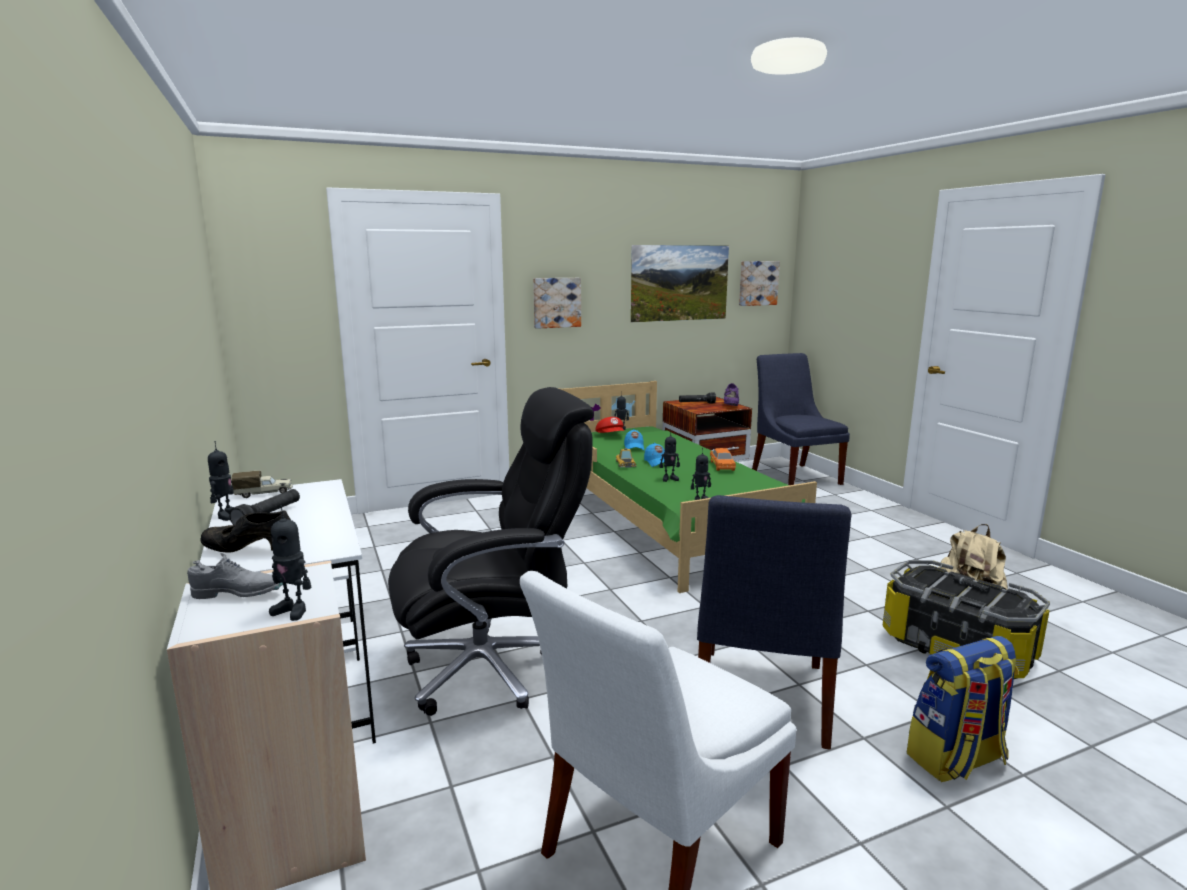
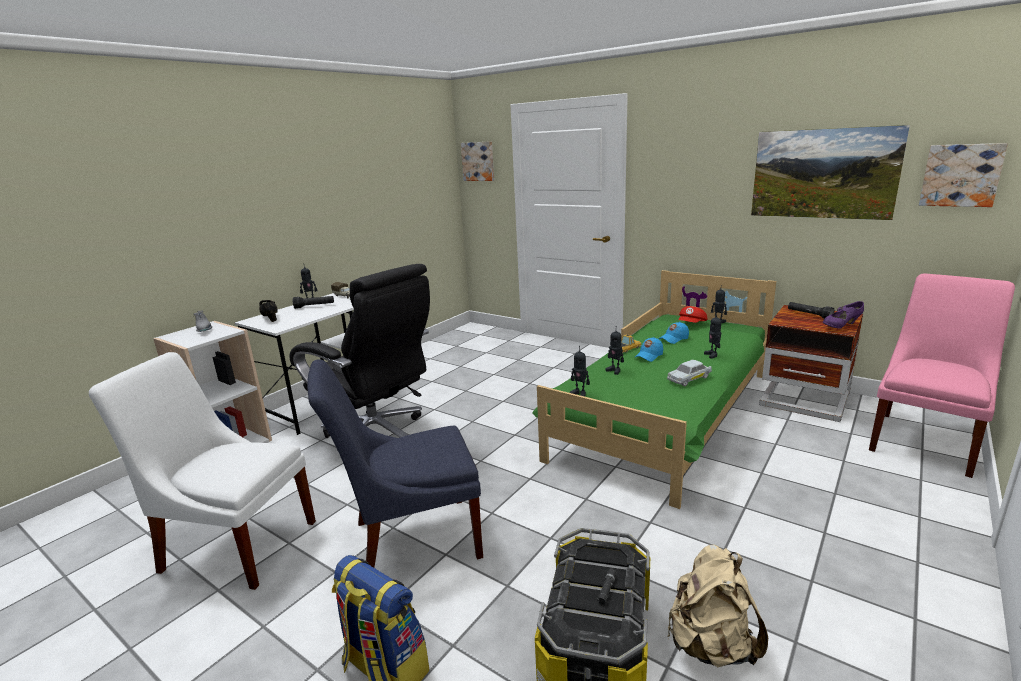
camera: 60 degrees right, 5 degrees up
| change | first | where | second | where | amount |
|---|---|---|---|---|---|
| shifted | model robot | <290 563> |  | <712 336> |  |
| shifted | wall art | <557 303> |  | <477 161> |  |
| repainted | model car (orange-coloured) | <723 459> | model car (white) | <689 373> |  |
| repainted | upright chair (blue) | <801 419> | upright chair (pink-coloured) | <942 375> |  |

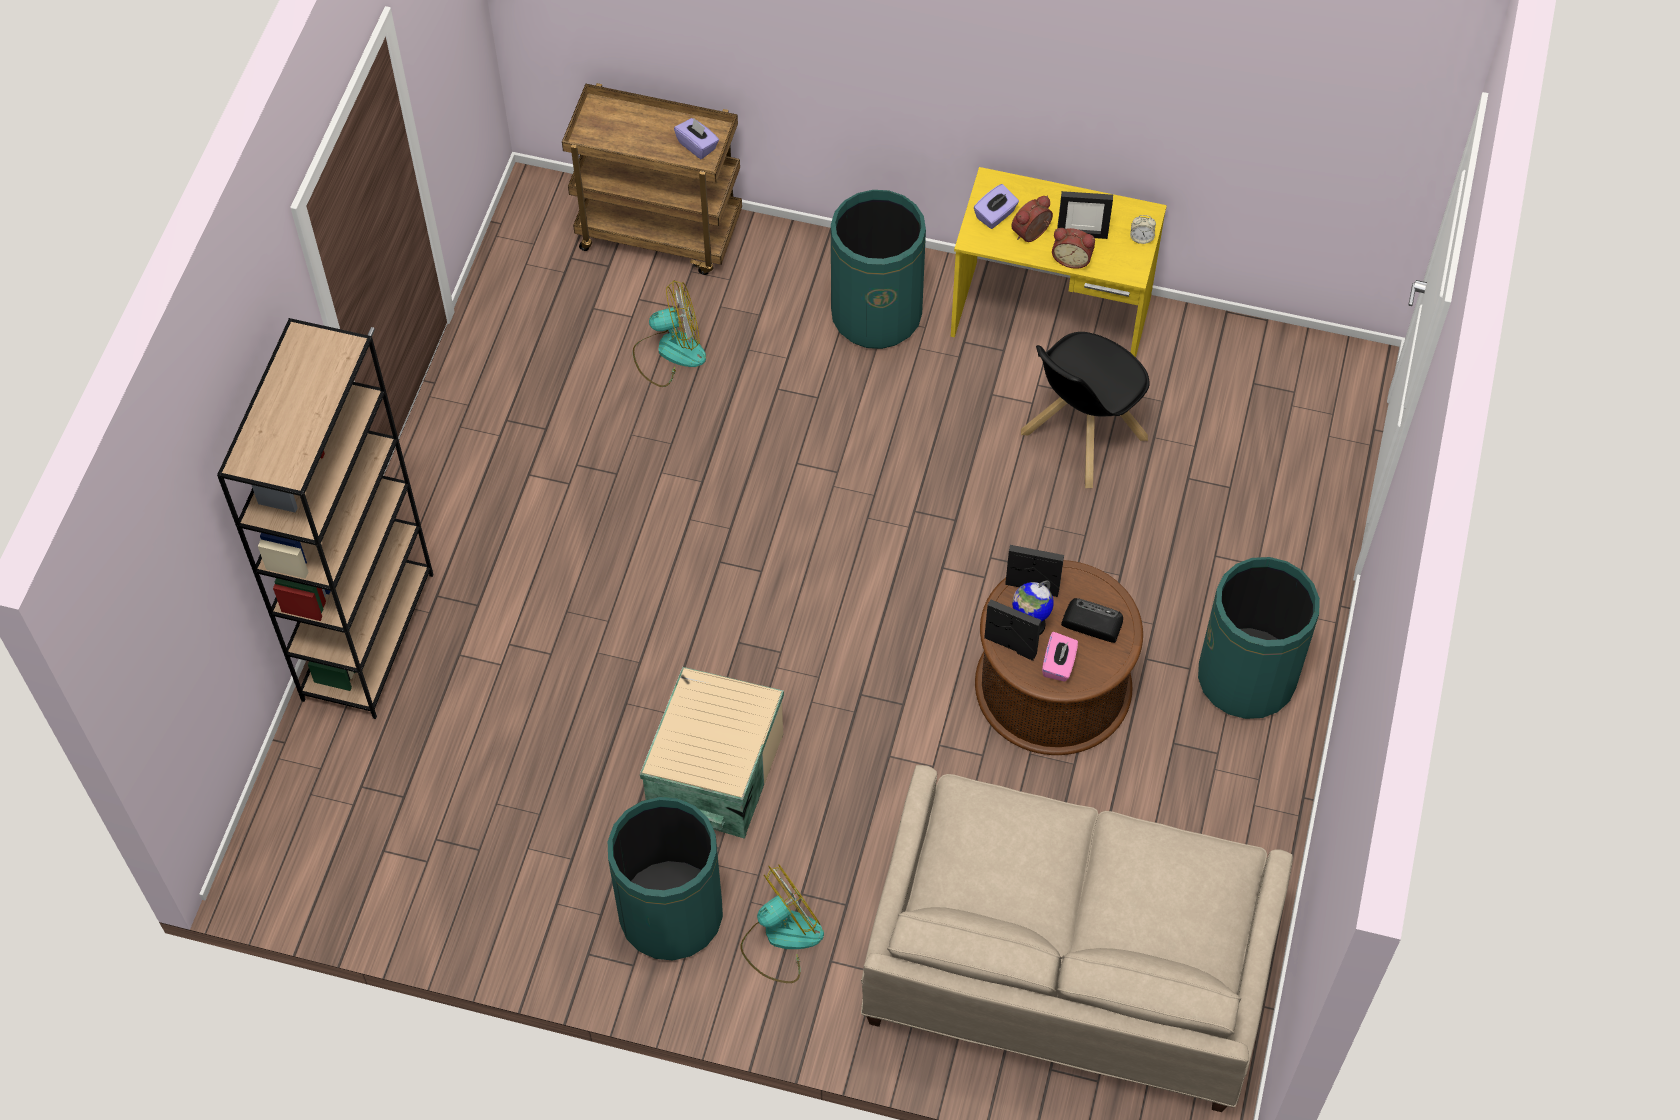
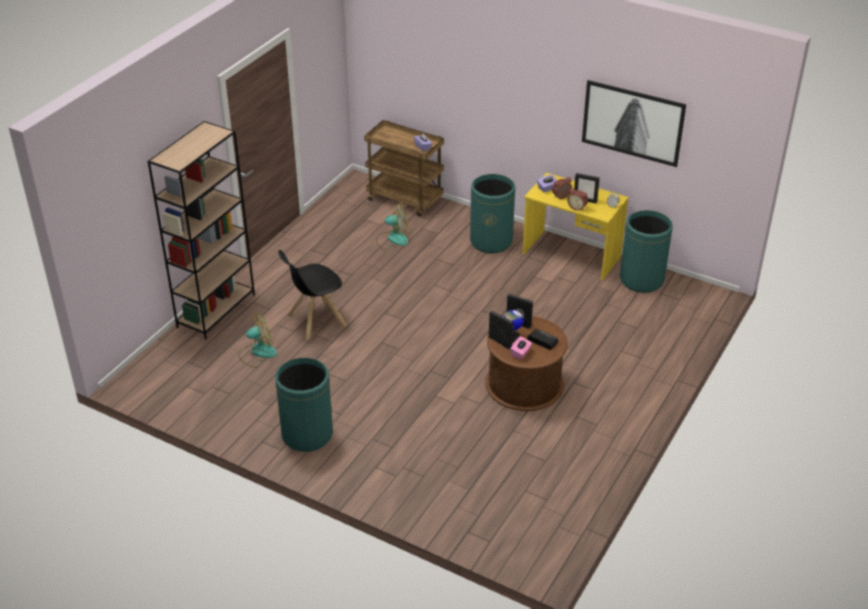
camera: 15 degrees right, 20 degrees down
| change | first | where | second | where | amount |
|---|---|---|---|---|---|
| gone | storage box (beige) | <712 753> |  |  |  |
| shifted | electric fan | <782 923> |  | <257 340> |  |
| gone | couch (beige) | <1077 938> |  |  |  |
| shifted | upright chair (blackish) | <1085 410> |  | <312 295> |  |
| shifted | rubbish bin (green) | <1259 638> |  | <646 251> |  |
| new |  |  | wall art | <634 123> |  |

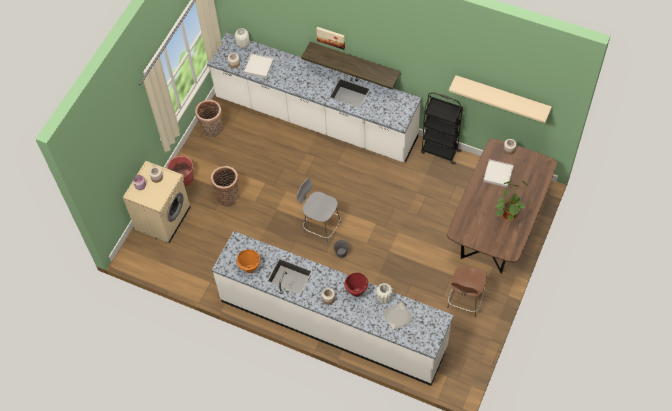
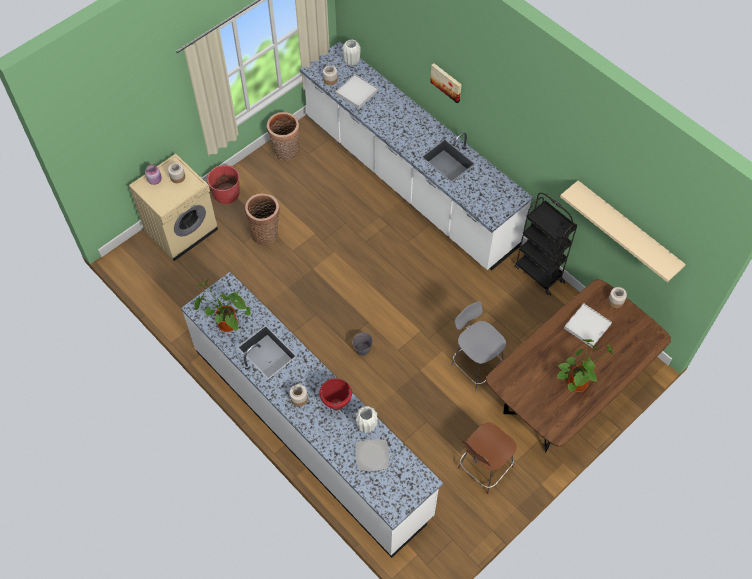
camera: 20 degrees right, 0 degrees up
| change | first | where | second | where | amount |
|---|---|---|---|---|---|
| swapped | saucepot (orange-coloured) | <248 261> | houseplant | <222 306> |  |
| shifted | upright chair (grey) | <318 211> |  | <478 346> |  |
| gone | bracket shelf | <351 65> |  |  |  |

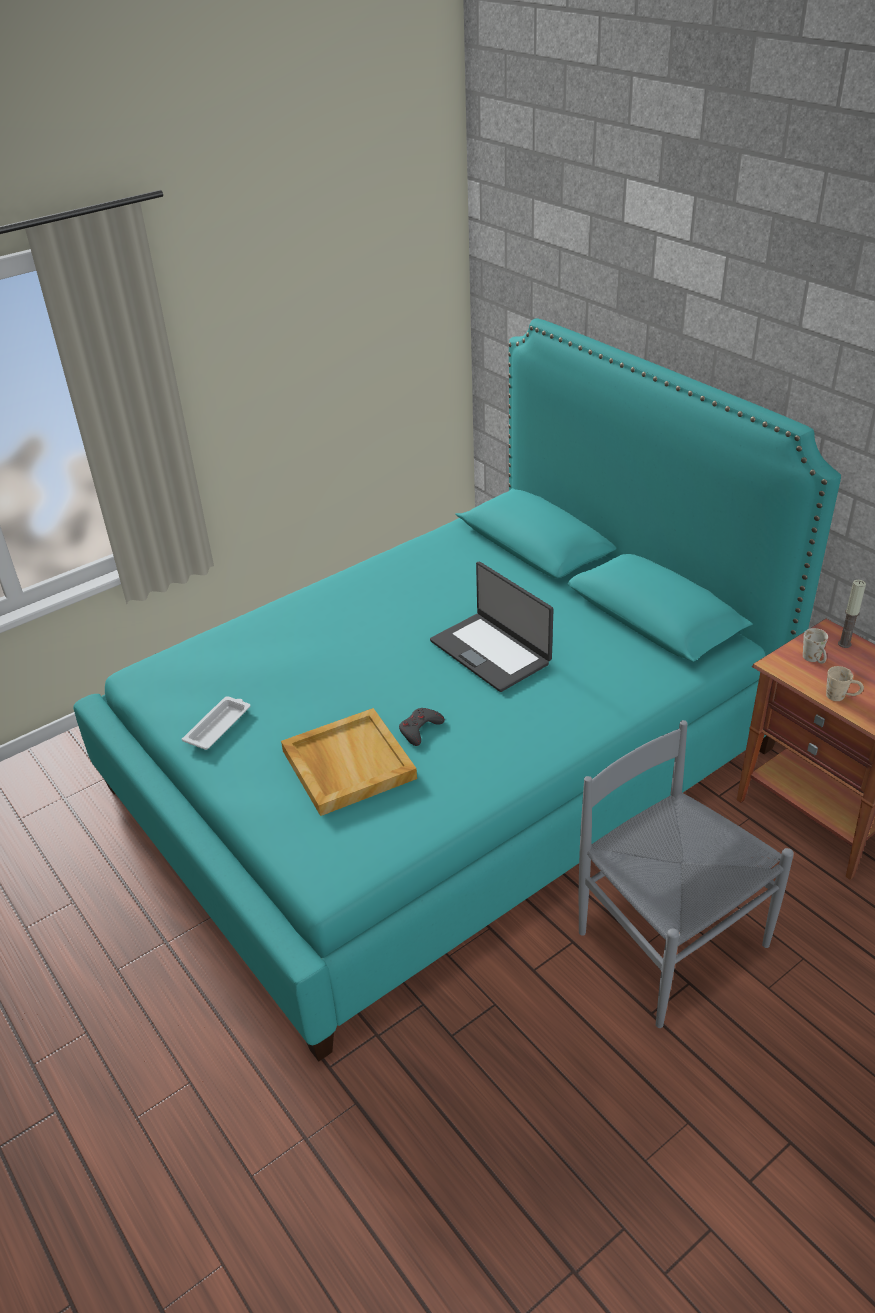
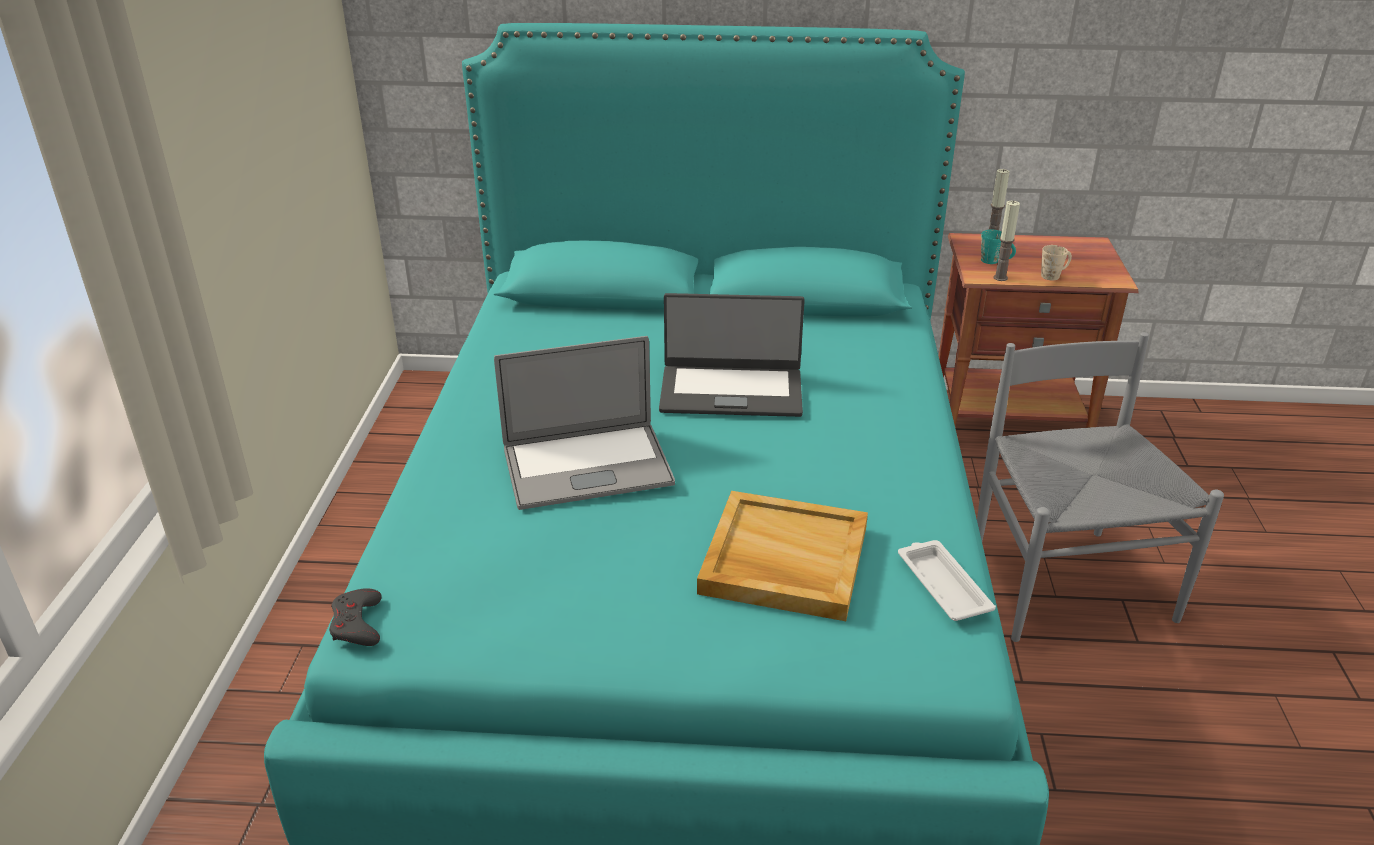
camera: 50 degrees left, 5 degrees down
| change | first | where | second | where | amount |
|---|---|---|---|---|---|
| shifted | serving tray (white) | <216 723> |  | <947 580> |  |
| shifted | game controller (grey) | <422 727> |  | <355 617> |  |
| rotated | upright chair (grey) | <686 874> |  | <1100 487> | 75 degrees clockwise |
| repainted | tea mug (white) | <815 646> | tea mug (turquoise-coloured) | <998 247> |  |
| new |  |  | notebook computer | <584 423> |  |
| new |  |  | candle | <1007 241> |  |

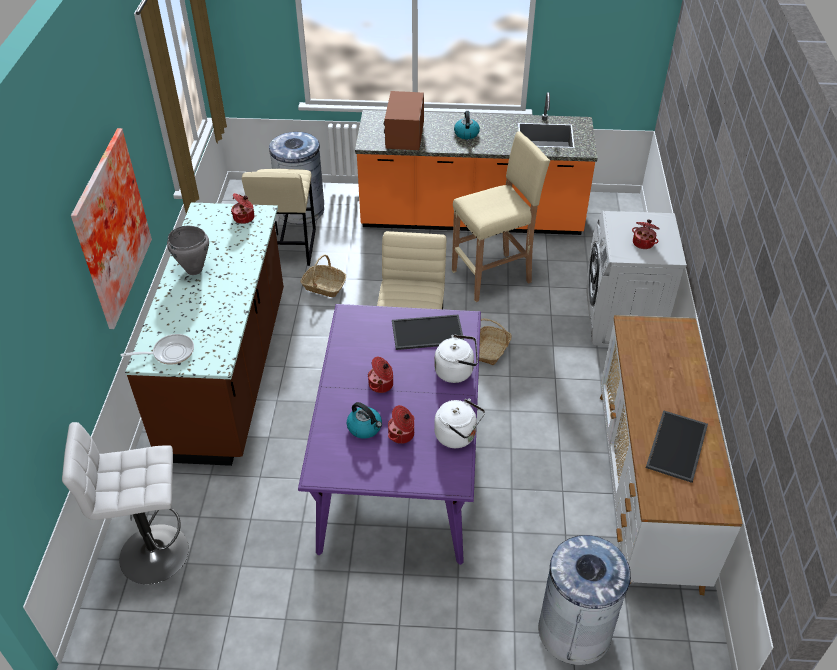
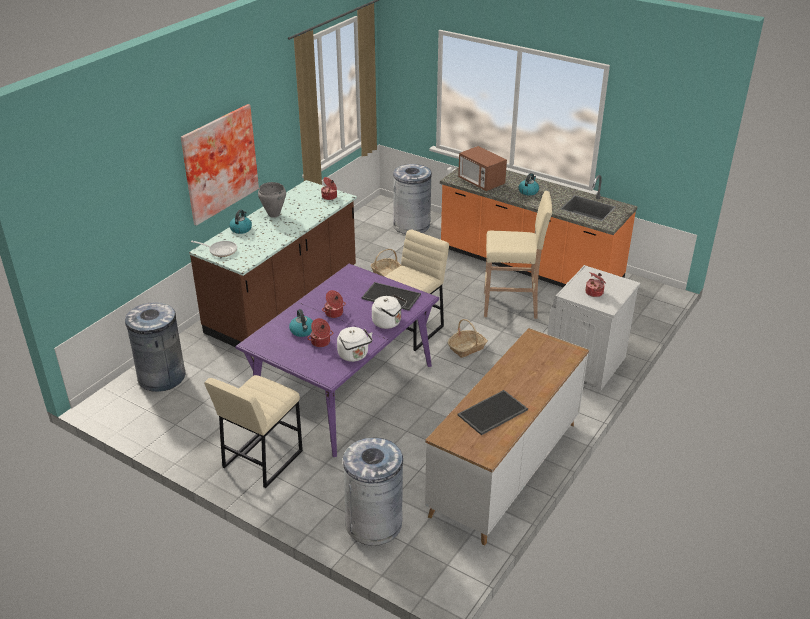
camera: 30 degrees right, 10 degrees down
| change | first | where | second | where | amount |
|---|---|---|---|---|---|
| swapped | sitting stool (white) | <125 503> | rubbish bin (grey) | <155 347> |  |
| shifted | upright chair (beige) | <279 217> |  | <253 431> |  |
| rotated | kitchen microwave | <403 120> |  | <482 168> | 75 degrees counterclockwise |
| new |  |  | water kettle | <240 222> |  |

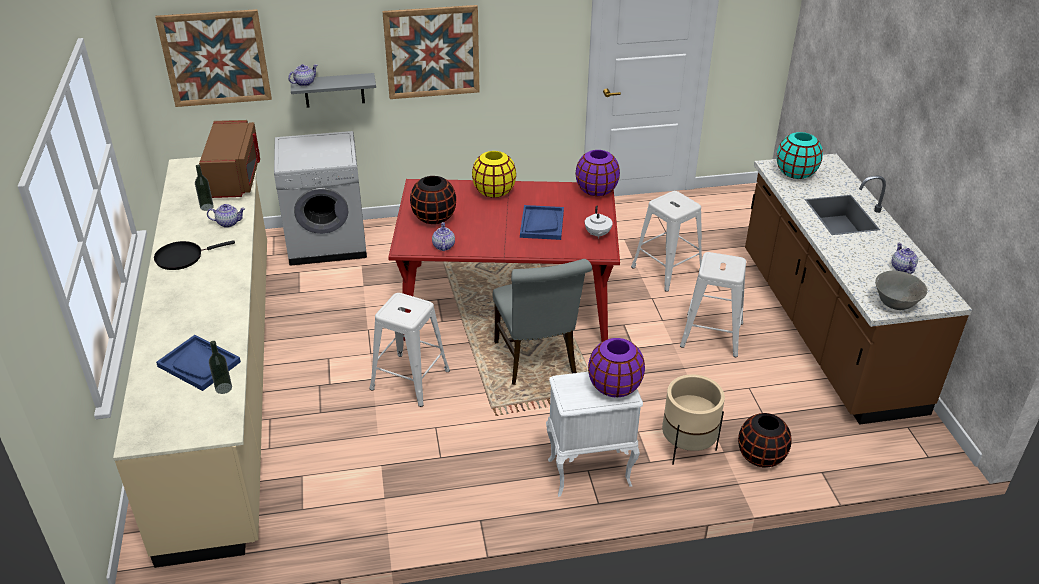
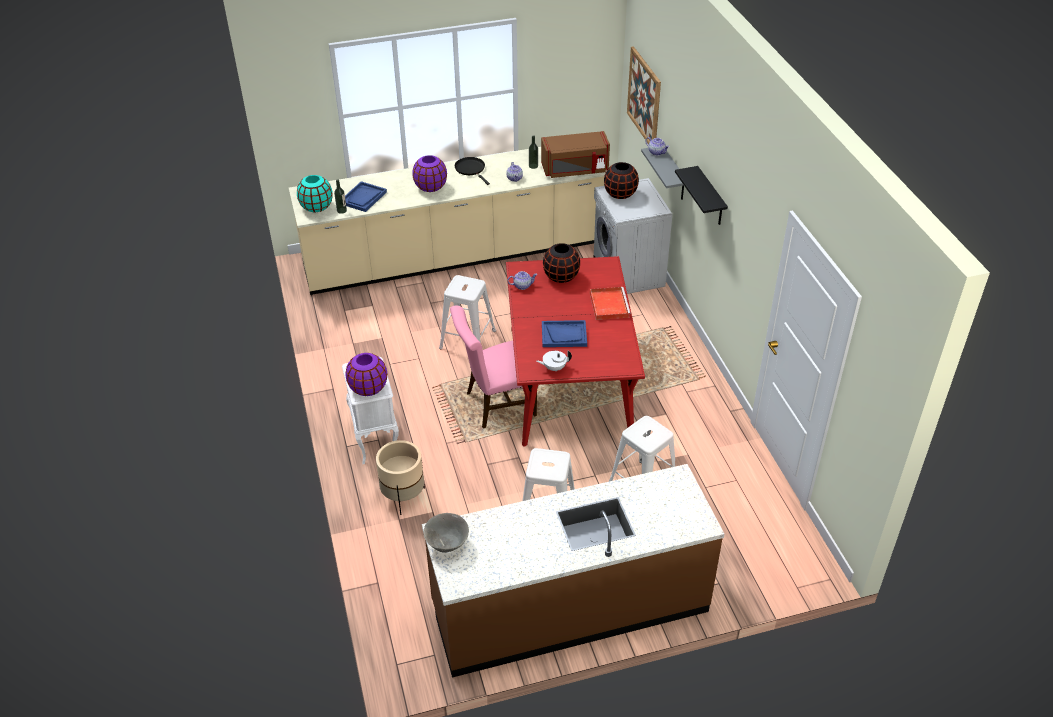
camera: 85 degrees right, 5 degrees up
| change | first | where | second | where | amount |
|---|---|---|---|---|---|
| swapped | wall art | <431 52> | bracket shelf (blackish) | <701 195> |  |
| swapped | decorative vase (yellow) | <494 174> | serving tray (reddish) | <610 303> |  |
| repainted | upright chair (grey) | <542 322> | upright chair (pink-coloured) | <493 367> |  |
| shifted | decorative vase (purple) | <597 173> |  | <429 173> |  |
| shifted | decorative vase (blackish) | <764 440> |  | <621 180> |  |
| shifted | decorative vase (turquoise-coloured) | <800 155> |  | <315 193> |  |
| gone | teapot | <904 258> |  |  |  |

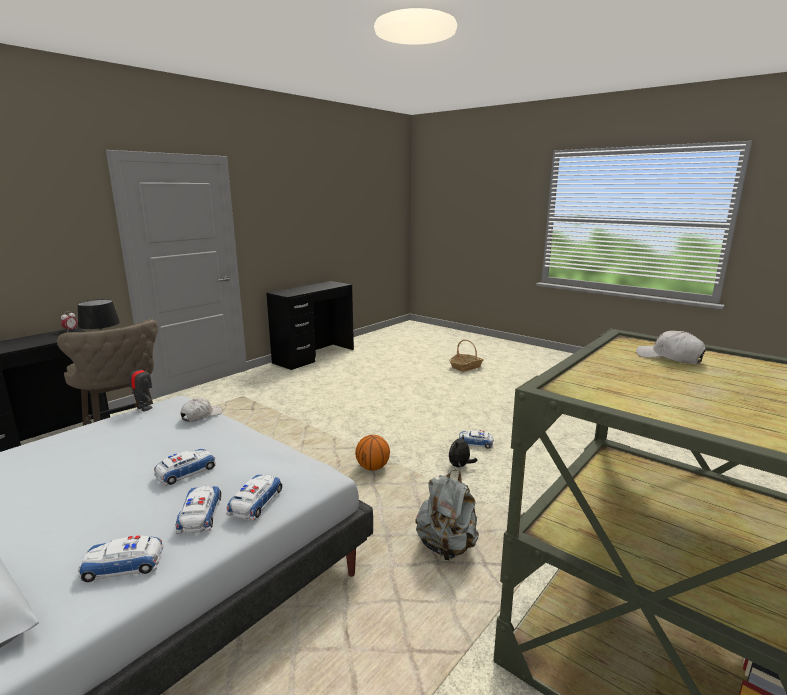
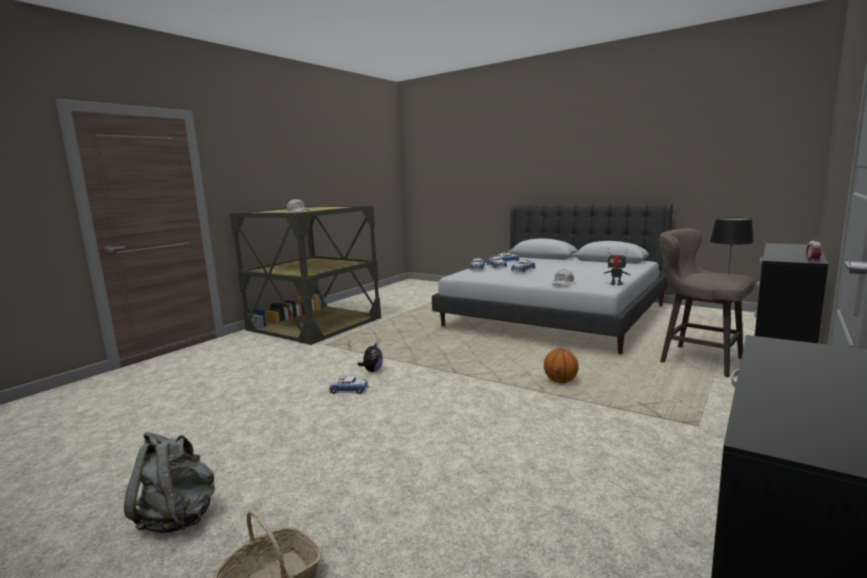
camera: 175 degrees right, 5 degrees down
| change | first | where | second | where | amount |
|---|---|---|---|---|---|
| shifted | basketball | <372 453> |  | <561 365> |  |
| shifted | knapsack (grey) | <447 515> |  | <169 482> |  |

